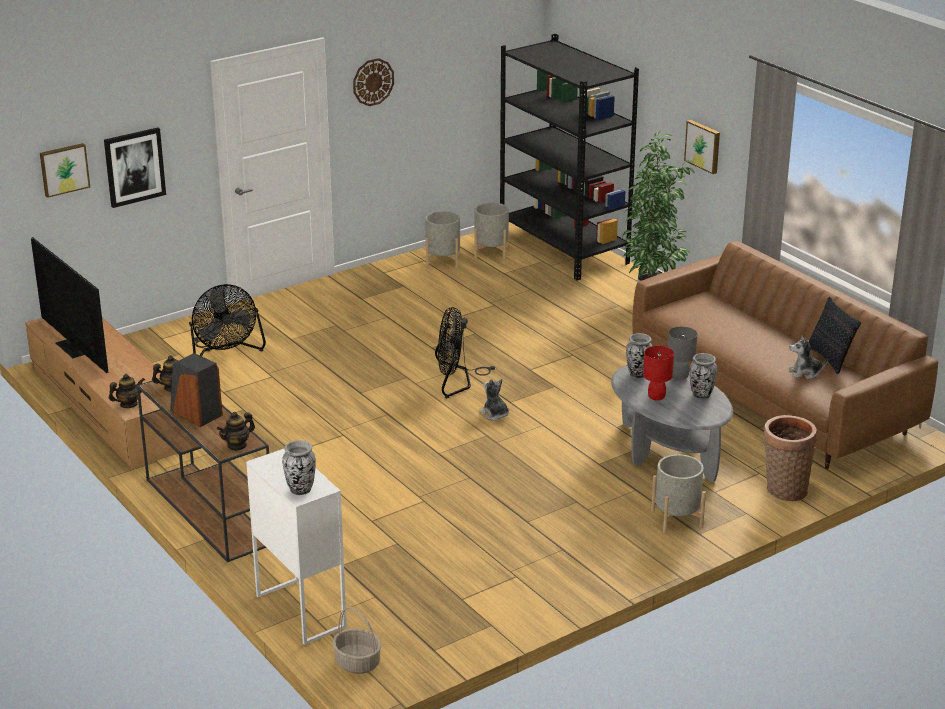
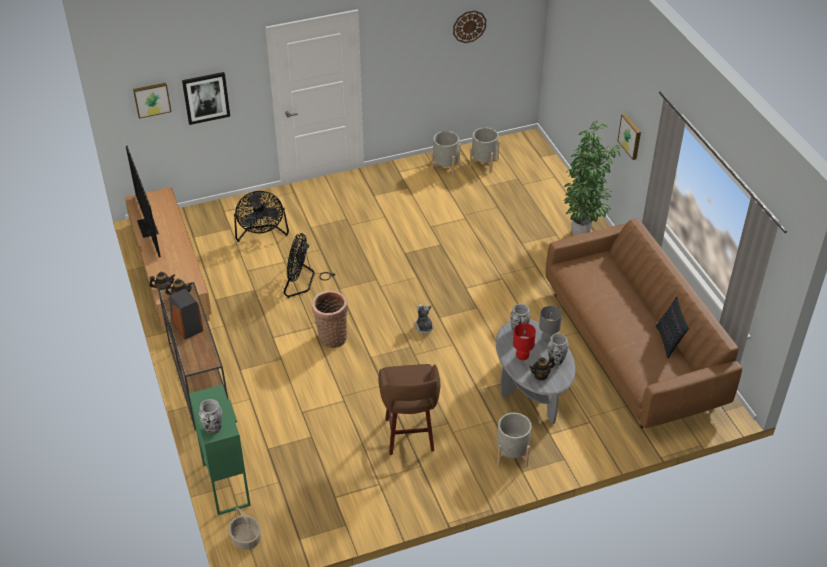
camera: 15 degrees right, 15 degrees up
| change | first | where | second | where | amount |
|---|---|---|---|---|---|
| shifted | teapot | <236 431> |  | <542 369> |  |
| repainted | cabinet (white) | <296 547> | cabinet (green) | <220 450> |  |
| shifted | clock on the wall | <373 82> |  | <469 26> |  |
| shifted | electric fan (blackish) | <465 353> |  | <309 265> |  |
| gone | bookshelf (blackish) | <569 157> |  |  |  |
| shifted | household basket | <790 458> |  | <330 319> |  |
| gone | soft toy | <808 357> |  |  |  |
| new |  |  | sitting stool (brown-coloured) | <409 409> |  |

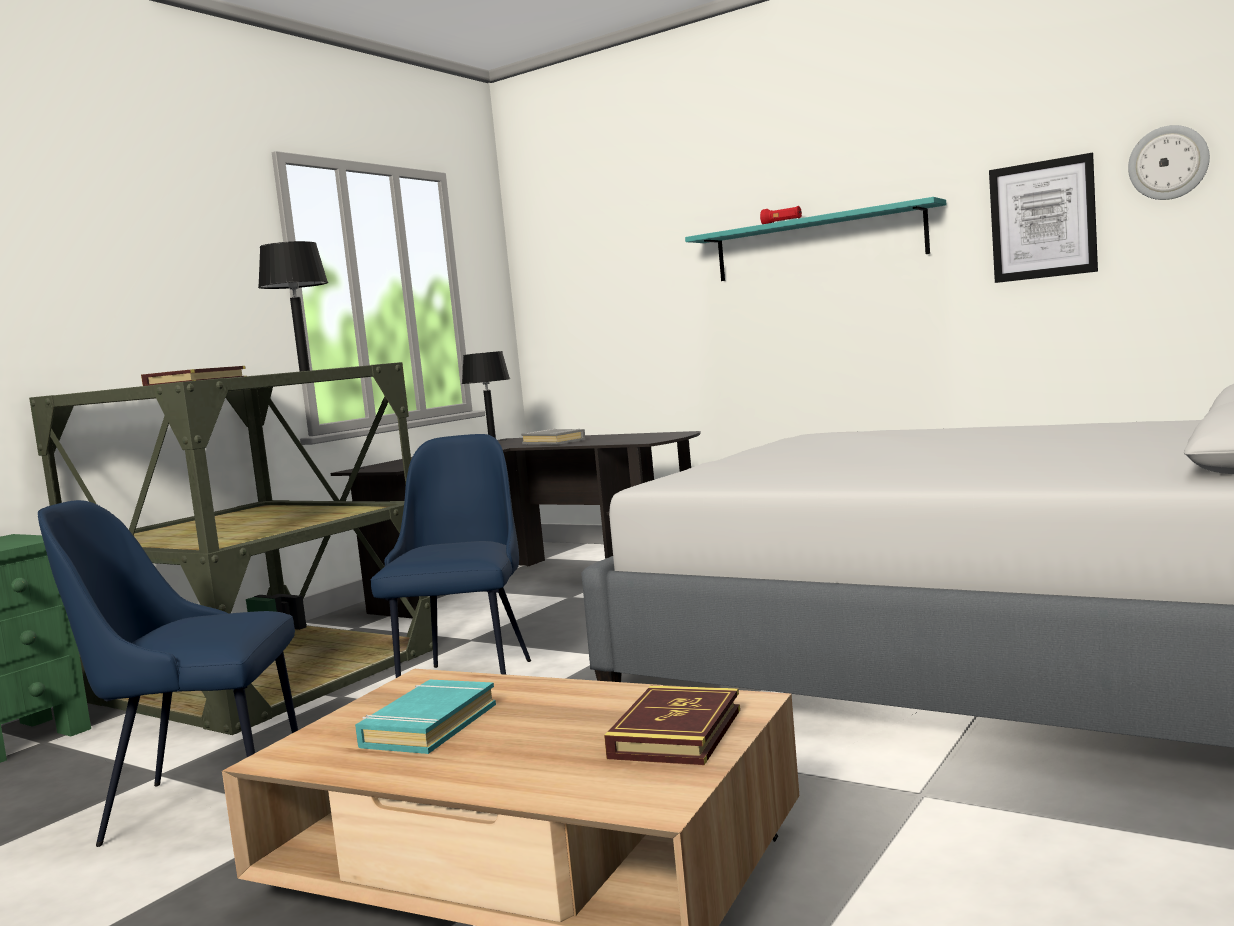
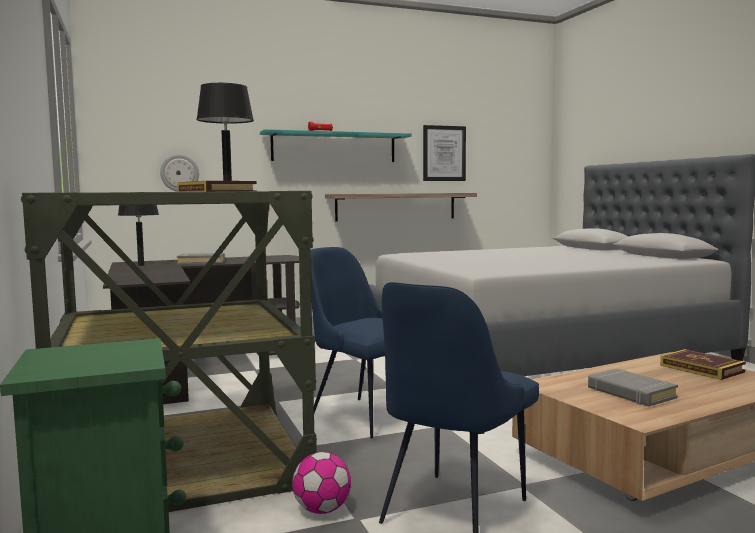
camera: 55 degrees left, 0 degrees up
| change | first | where | second | where | amount |
|---|---|---|---|---|---|
| repainted | book (turquoise-coloured) | <425 717> | book (grey) | <633 387> |  |
| shifted | clock on the wall | <1169 162> |  | <179 173> |  |
| new |  |  | football | <321 483> |  |
| new |  |  | bracket shelf | <401 207> |  |

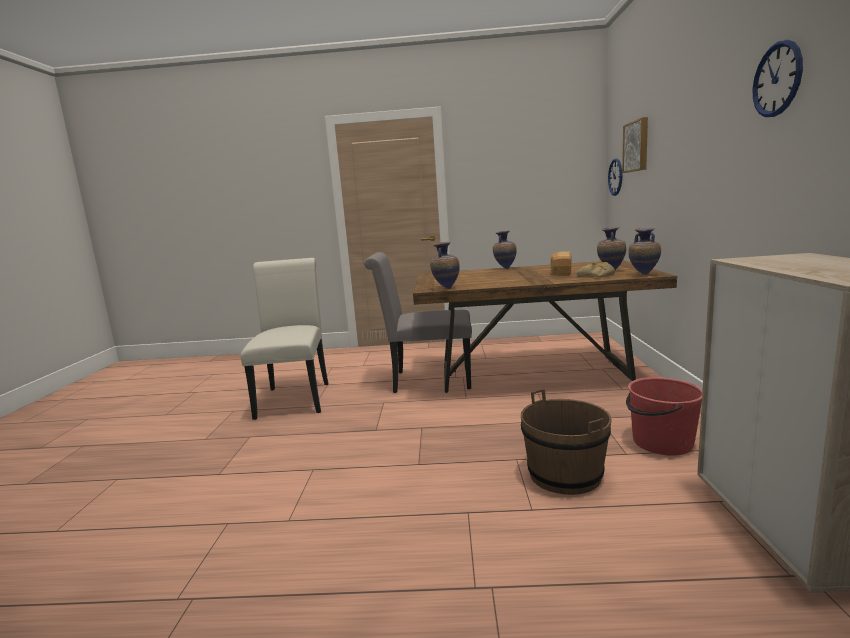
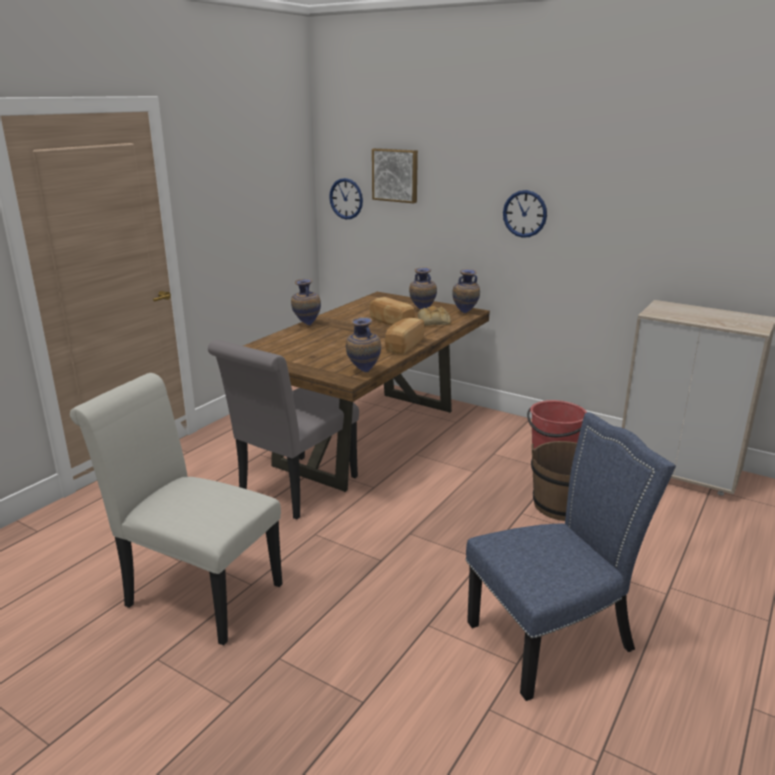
camera: 60 degrees left, 10 degrees up
| change | first | where | second | where | amount |
|---|---|---|---|---|---|
| shifted | clock on the wall | <778 78> |  | <525 214> |  |
| new |  |  | bread | <405 336> |  |
| new |  |  | upright chair (blue) | <571 556> |  |

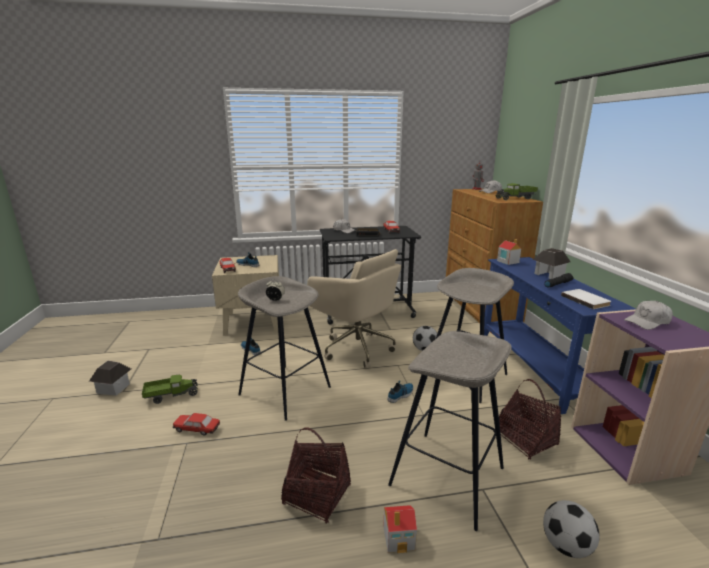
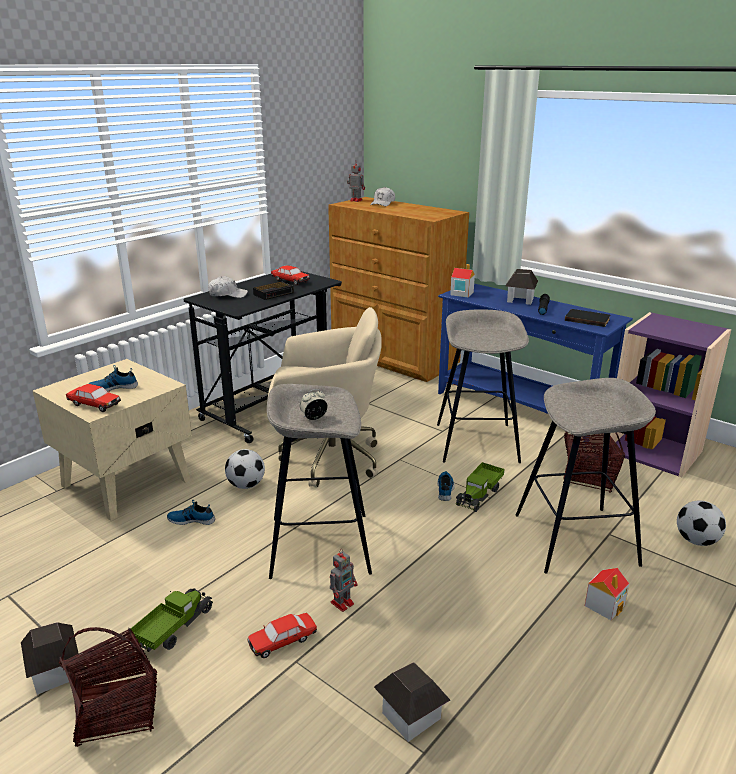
camera: 40 degrees left, 5 degrees up
| change | first | where | second | where | amount |
|---|---|---|---|---|---|
| shifted | household basket | <316 475> |  | <108 687> |  |
| shifted | football | <425 338> |  | <245 469> |  |
| shifted | toy truck | <517 191> |  | <480 487> |  |
| repainted | book (white) | <586 299> | book (blackish) | <587 318> |  |
| gone | baseball cap (white) | <648 315> |  |  |  |
| new |  |  | model robot | <343 580> |  |
| new |  |  | toy house | <412 702> |  |

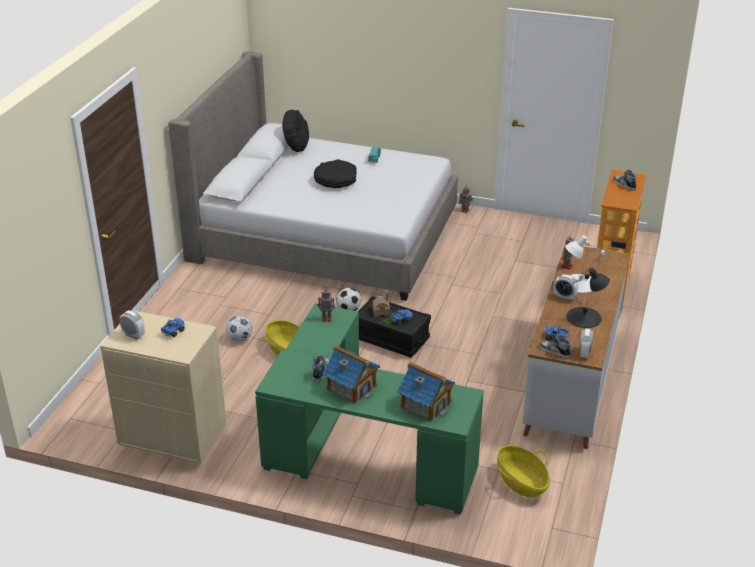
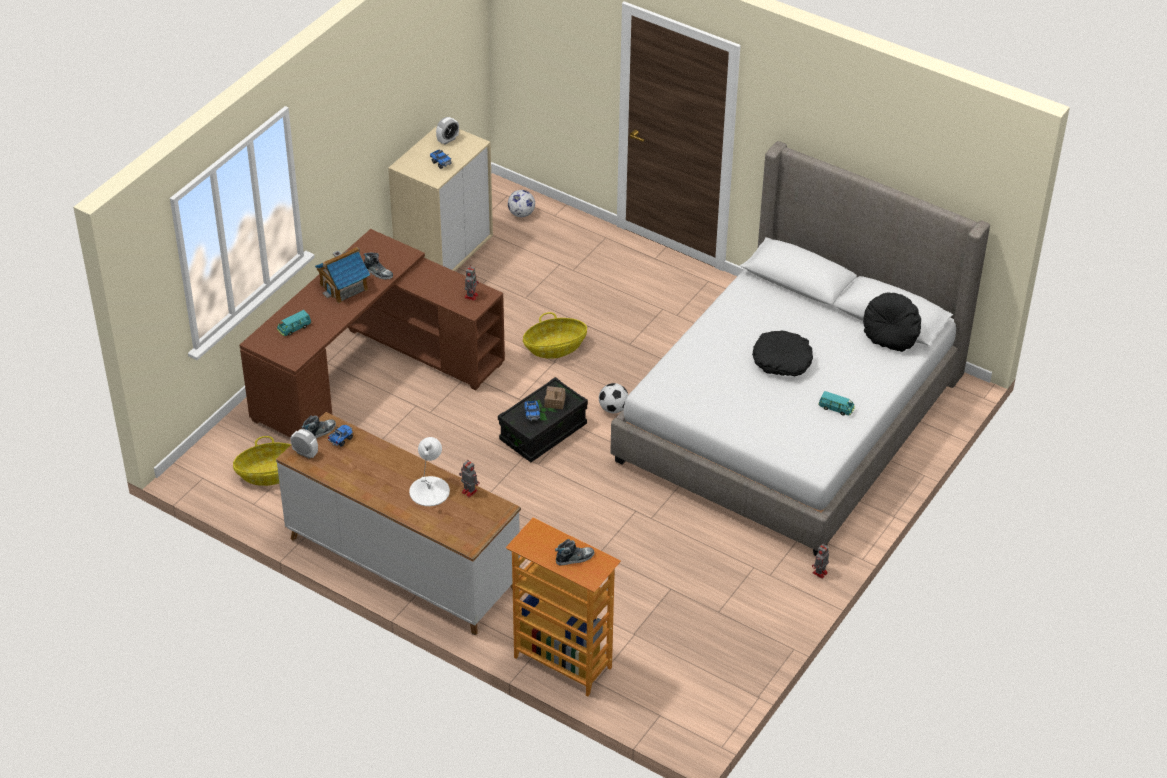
camera: 105 degrees right, 10 degrees up
| change | first | where | second | where | amount |
|---|---|---|---|---|---|
| shifted | football | <239 329> |  | <521 203> |  |
| repainted | desk table (green) | <369 409> | desk table (brown-coloured) | <372 333> |  |
| swapped | toy house | <426 392> | model car (turquoise-coloured) | <294 323> |  |
| gone | table clock | <566 287> |  |  |  |
| gone | table lamp (blackish) | <587 298> |  |  |  |

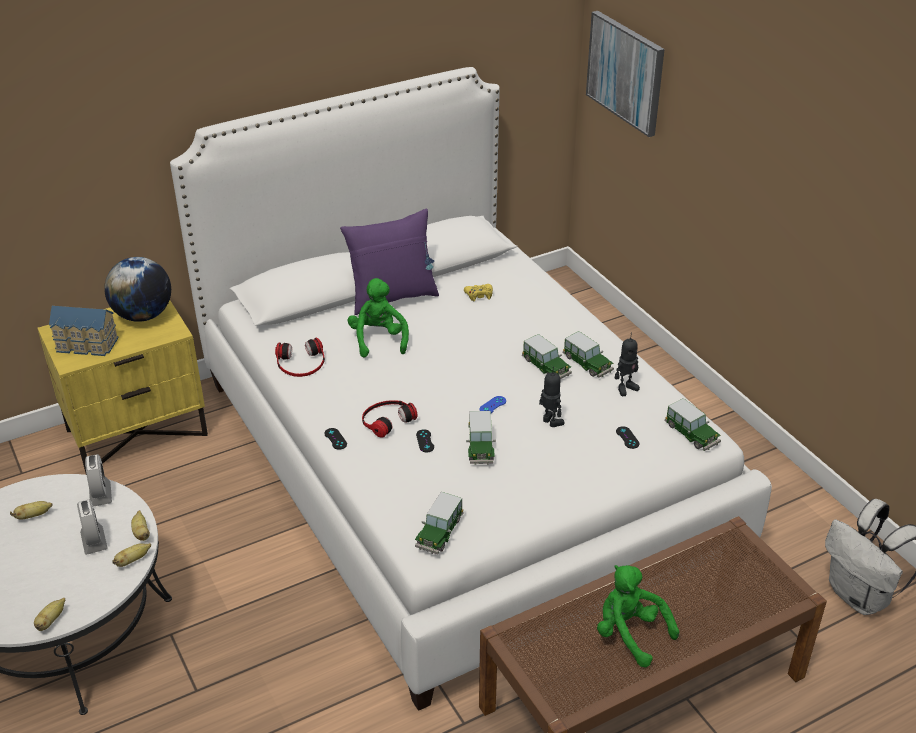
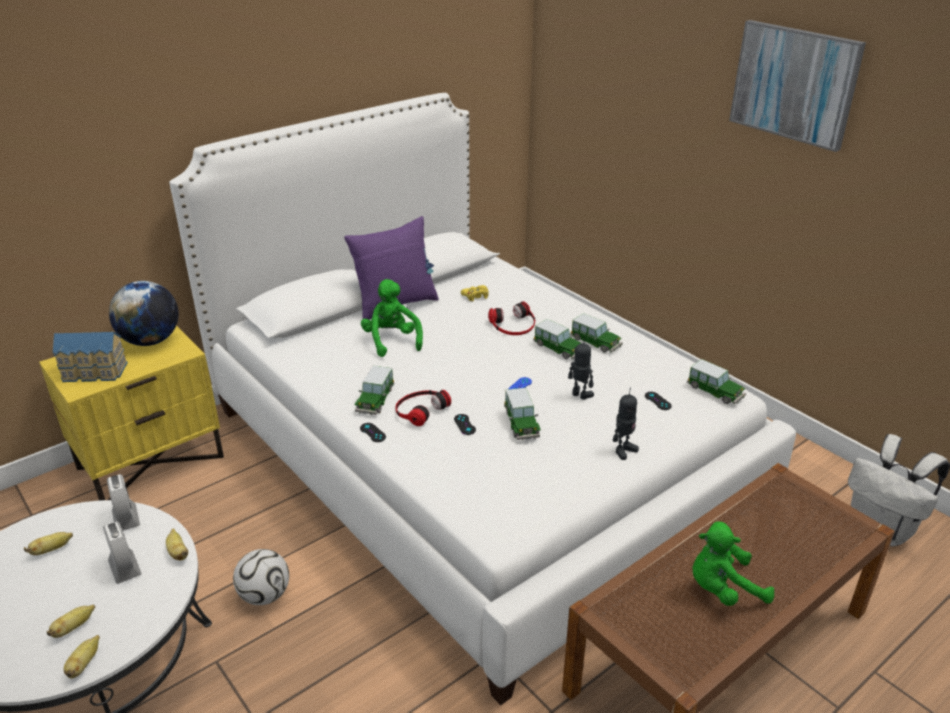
camera: 10 degrees left, 5 degrees down
| change | first | where | second | where | amount |
|---|---|---|---|---|---|
| shifted | banana fruit | <131 555> |  | <71 621> |  |
| shifted | headphones | <300 357> |  | <511 318> |  |
| shifted | model car | <439 523> |  | <374 390> |  |
| shifted | wall art | <625 74> |  | <797 86> |  |
| rotated | soft toy (green) | <638 616> |  | <733 563> | 45 degrees counterclockwise |
| shifted | model robot | <627 364> |  | <626 424> |  |
| new |  |  | football | <261 577> |  |

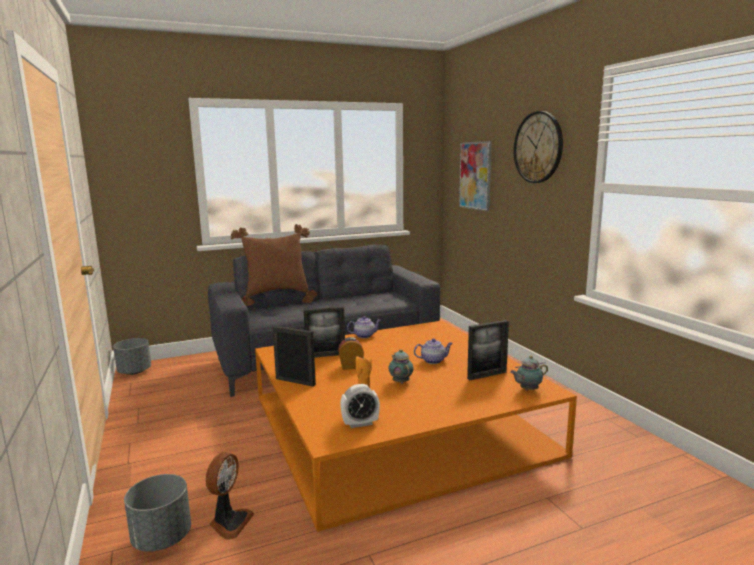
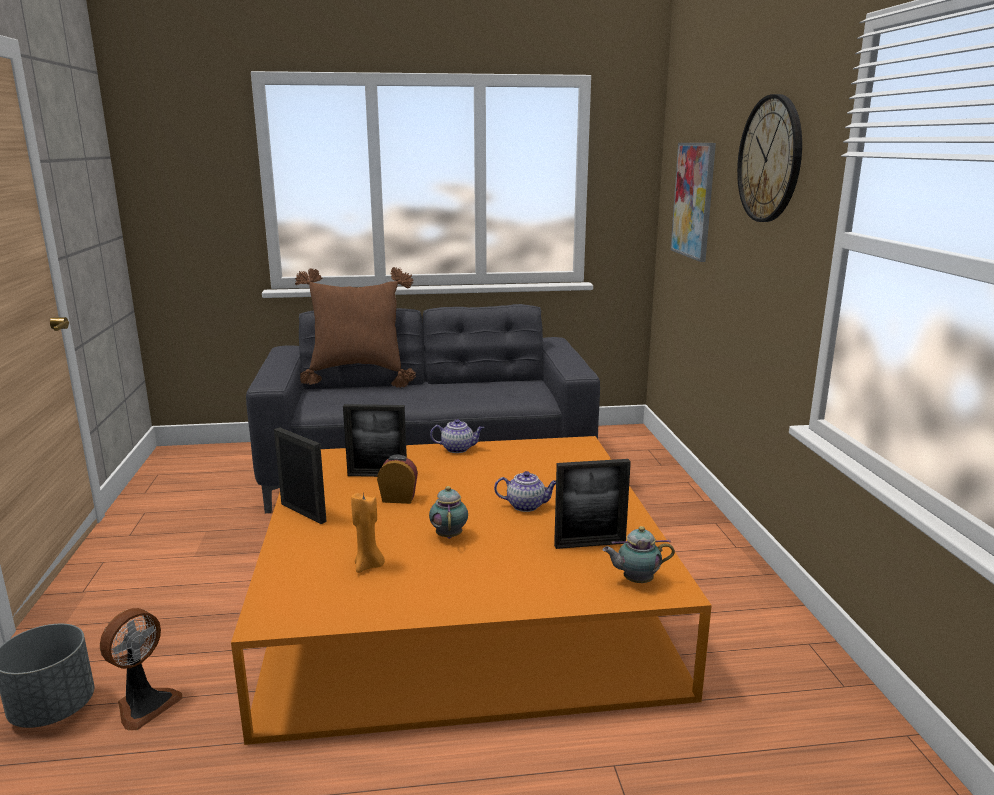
camera: 15 degrees right, 5 degrees up
| change | first | where | second | where | amount |
|---|---|---|---|---|---|
| gone | planter (grey) | <132 356> |  |  |  |
| gone | table clock | <360 406> |  |  |  |

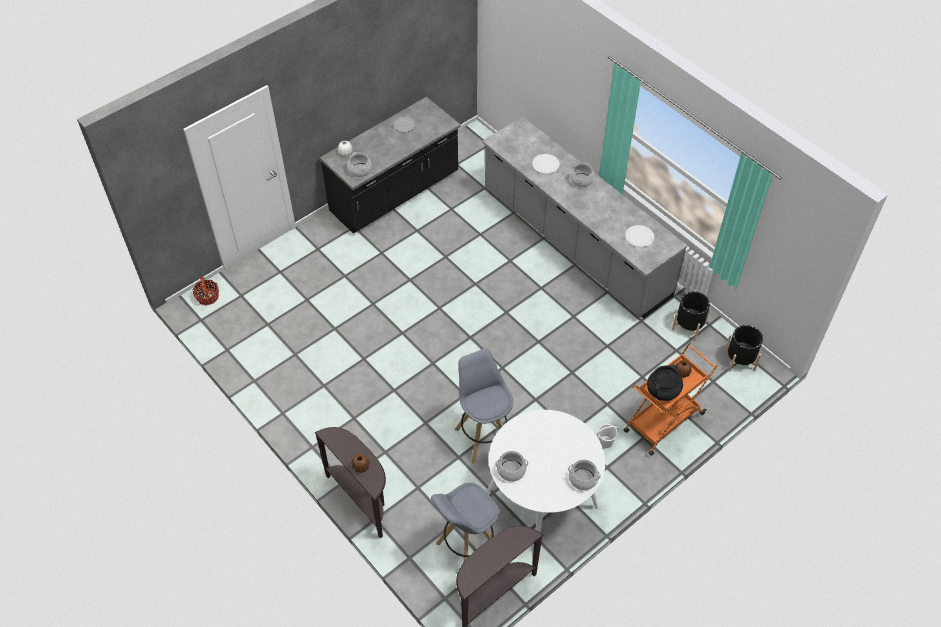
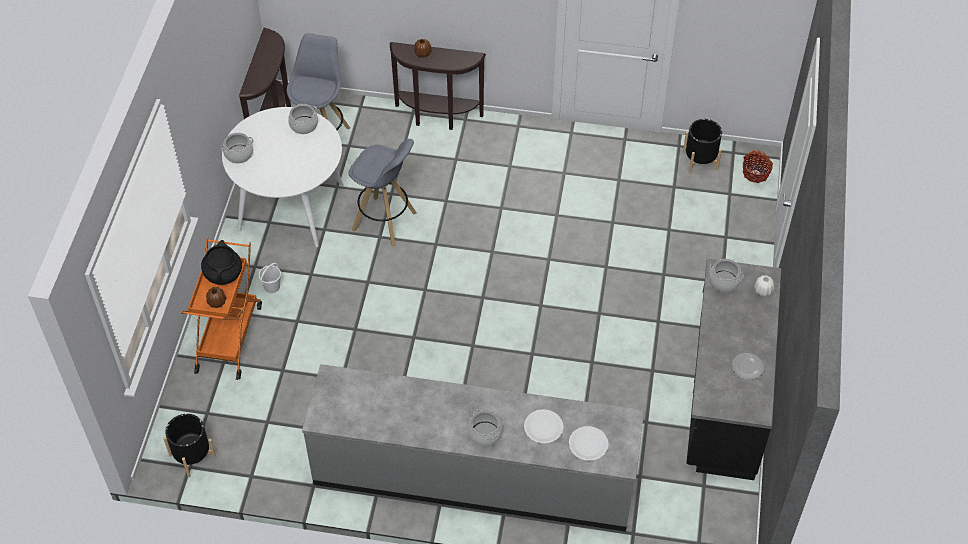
camera: 140 degrees right, 0 degrees up
| change | first | where | second | where | amount |
|---|---|---|---|---|---|
| shifted | flat dish (white) | <639 236> |  | <589 443> |  |
| shifted | planter (blackish) | <691 316> |  | <702 146> |  |

